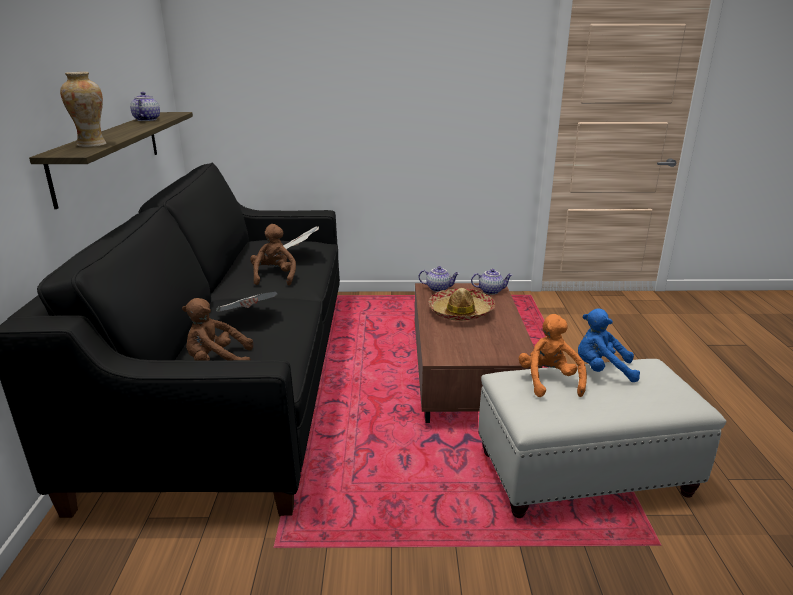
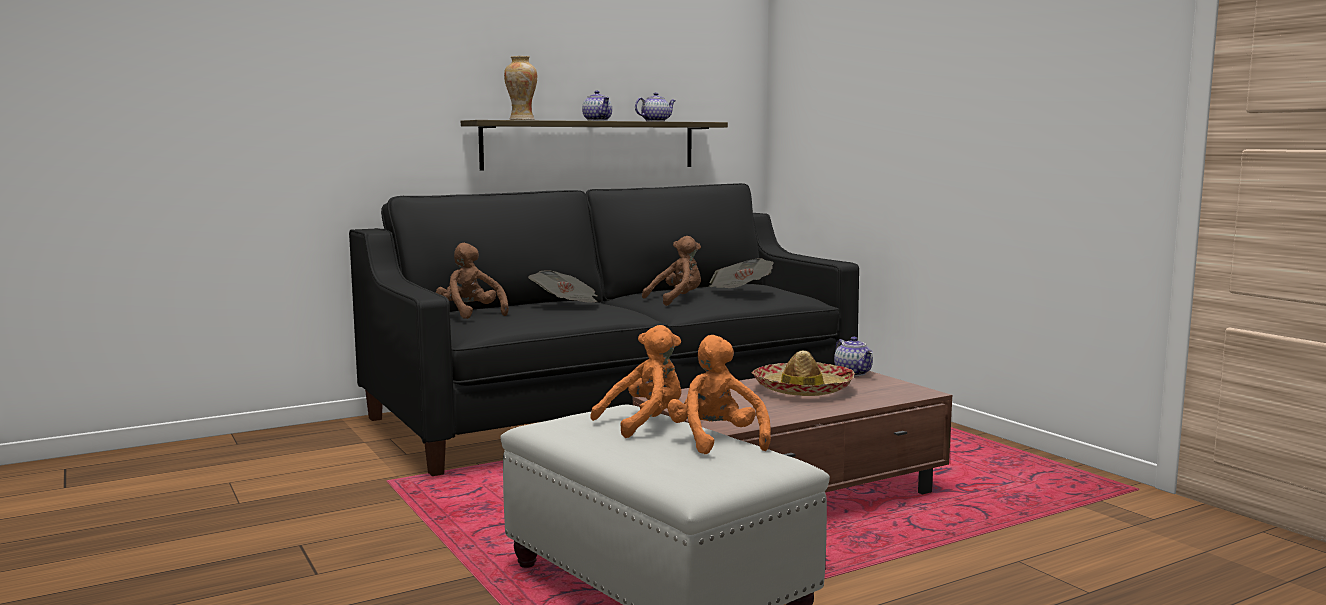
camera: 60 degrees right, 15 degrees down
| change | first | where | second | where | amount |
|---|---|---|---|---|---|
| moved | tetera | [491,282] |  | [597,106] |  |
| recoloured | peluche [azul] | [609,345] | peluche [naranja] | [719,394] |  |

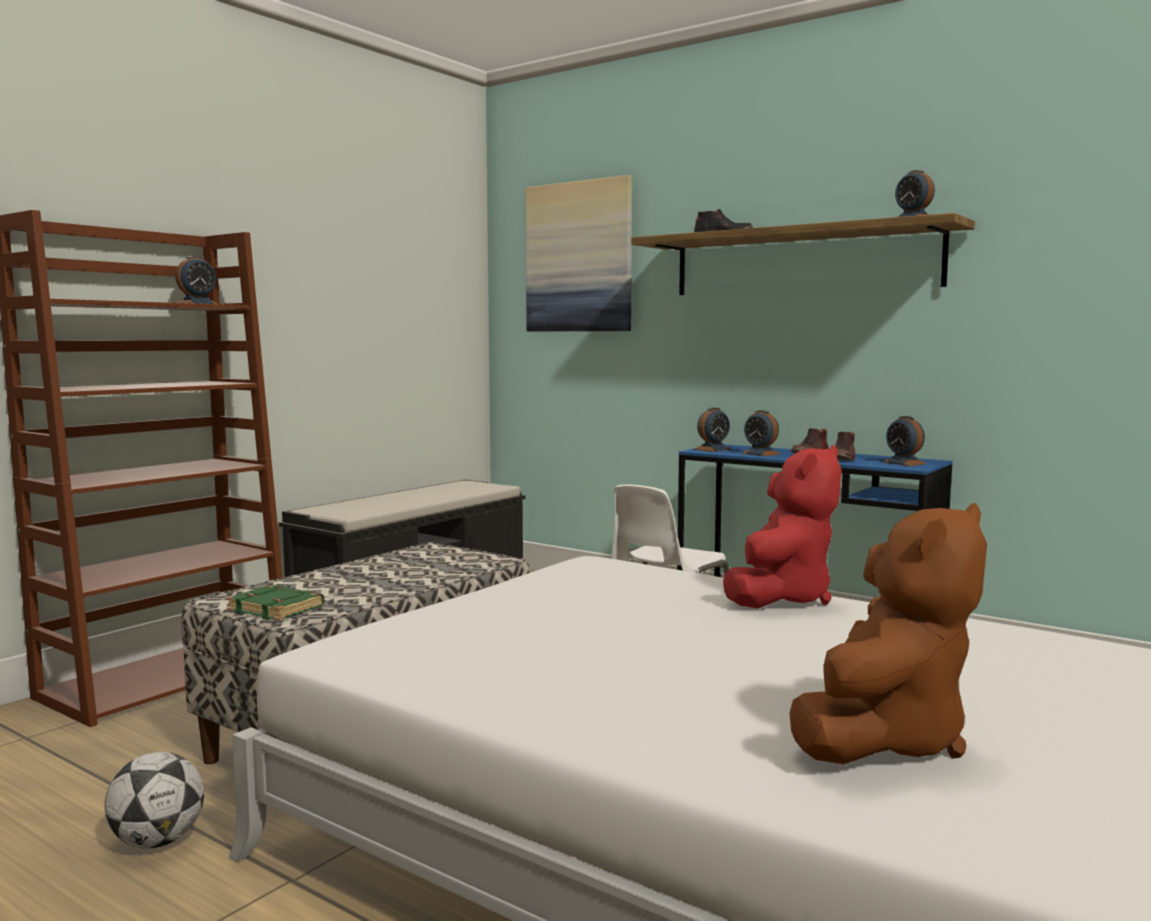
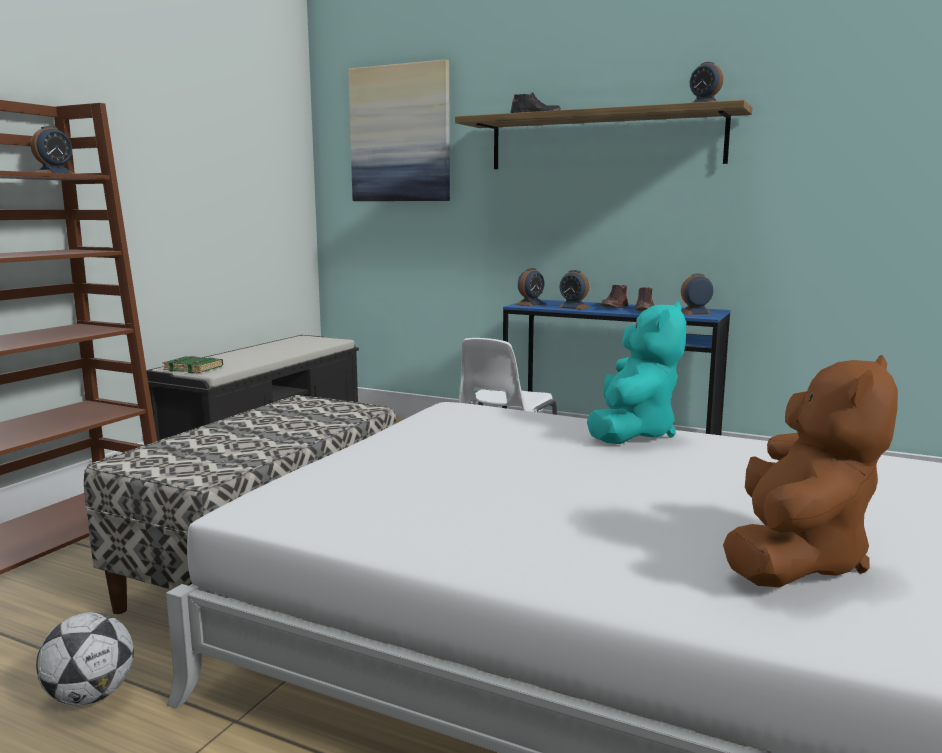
camera: 10 degrees left, 5 degrees up
| change | first | where | second | where | amount |
|---|---|---|---|---|---|
| turned | despertador | [904,441] |  | [697,294] | 120 degrees clockwise |
| recoloured | peluche [rojo] | [782,526] | peluche [turquesa] | [636,372] |  |
| moved | libro [verde] | [275,602] |  | [192,364] |  |

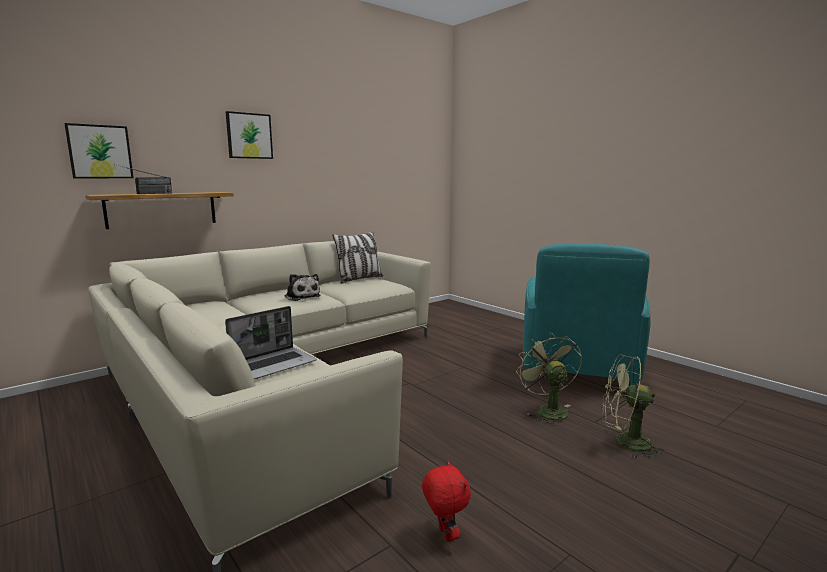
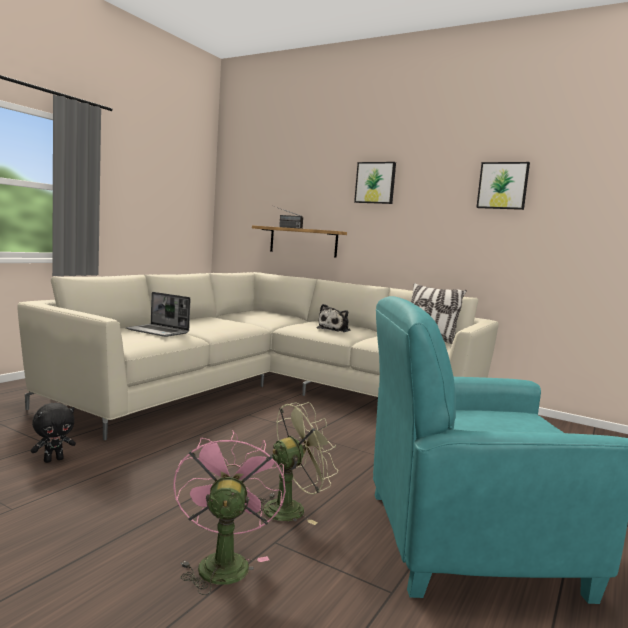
camera: 70 degrees right, 5 degrees down
| change | first | where | second | where | amount |
|---|---|---|---|---|---|
| moved | cuadro | [99,150] |  | [503,186] |  |
| recoloured | ventilador [verde] | [633,406] | ventilador [rosa] | [229,512] |  |
| recoloured | peluche [rojo] | [446,501] | peluche [negro] | [53,433] |  |

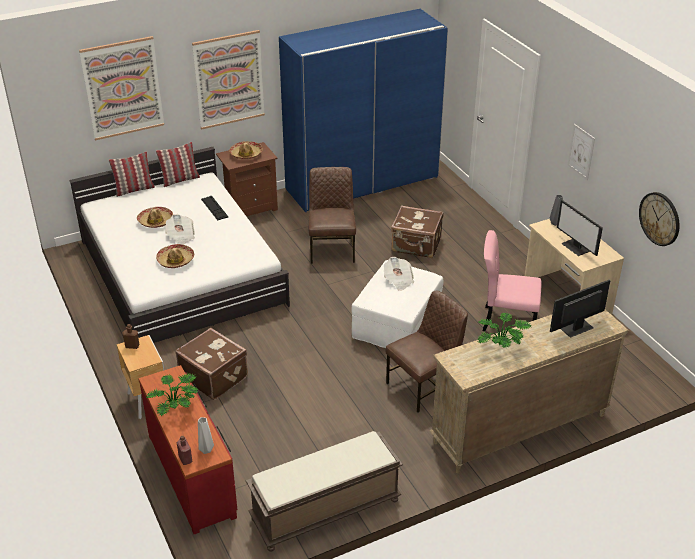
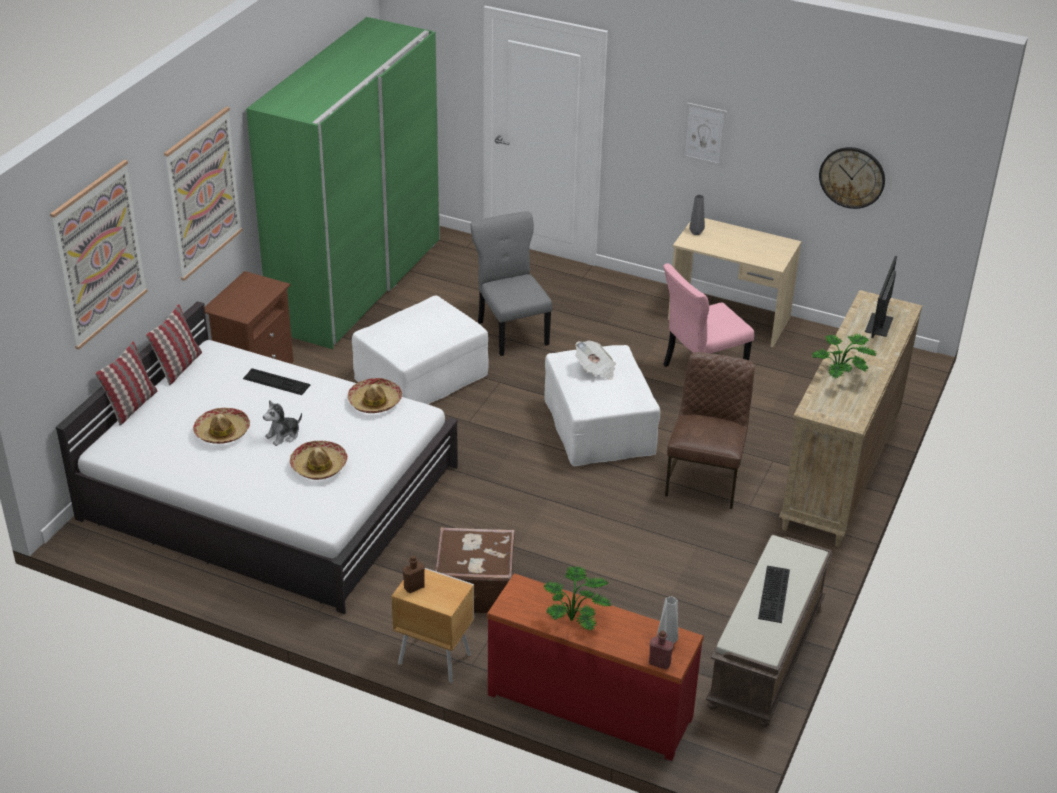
camera: 40 degrees left, 0 degrees up
| change | first | where | second | where | amount |
|---|---|---|---|---|---|
| recoloured | armario ropero [azul] | [363,110] | armario ropero [verde] | [343,183] |  |
| moved | sombrero | [246,150] |  | [375,395] |  |
| replaced | silla [marrón] | [332,215] | puf [blanco] | [420,350] |  |
| removed | monitor | [580,228] |  |  |  |
| replaced | maleta [marrón] | [417,231] | silla [gris] | [511,283] |  |
| replaced | periódico | [180,229] | peluche | [282,423] |  |
| added |  |  | teclado | [774,594] |  |

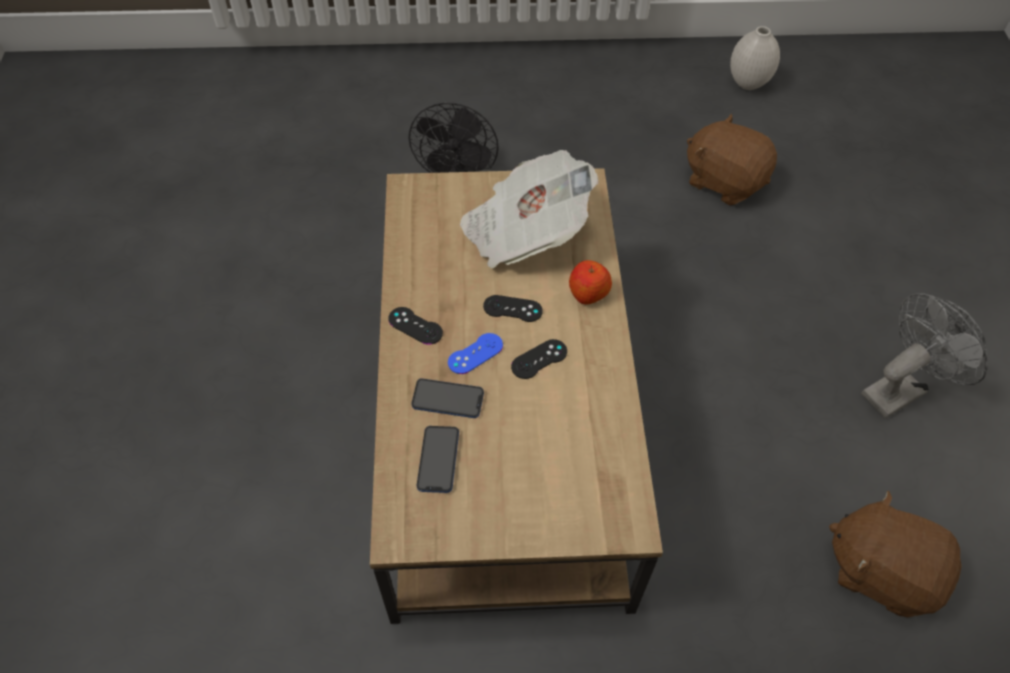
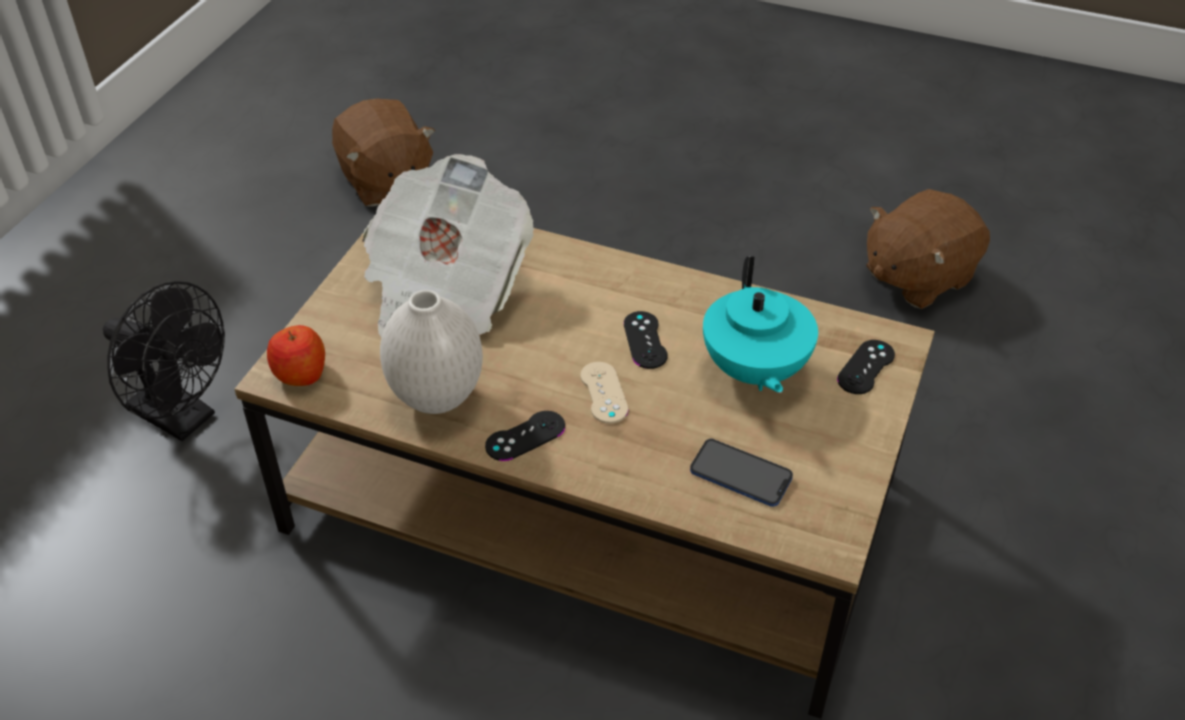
camera: 65 degrees left, 10 degrees down
| change | first | where | second | where | amount |
|---|---|---|---|---|---|
| moved | florero [blanco] | [755,58] |  | [431,352] |  |
| turned | peluche [marrón] | [732,159] |  | [383,153] | 90 degrees counterclockwise |
| moved | manzana | [590,282] |  | [296,355] |  |
| removed | ventilador [gris] | [924,355] |  |  |  |
| moved | mando de consola [negro] | [513,308] |  | [866,367] |  |
| recoloured | mando de consola [azul] | [475,353] | mando de consola [beis] | [604,393] |  |
| removed | móvil | [447,398] |  |  |  |
| added |  |  | tetera [turquesa] | [760,324] |  |

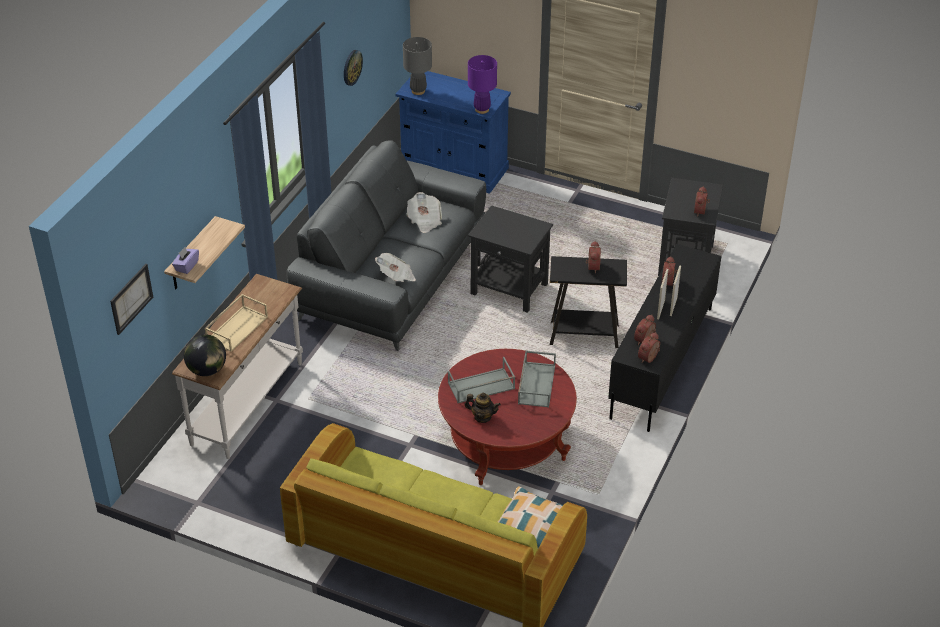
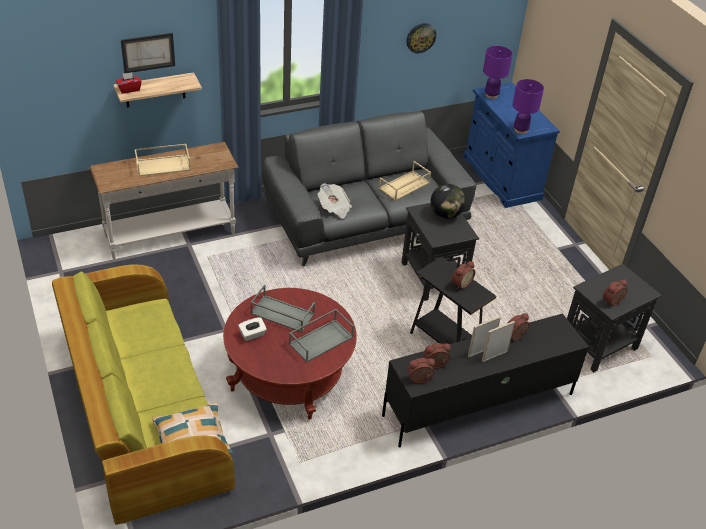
camera: 40 degrees right, 0 degrees up
| change | first | where | second | where | amount |
|---|---|---|---|---|---|
| recoloured | lámpara de mesa [gris] | [417,66] | lámpara de mesa [morado] | [498,72] |  |
| replaced | periódico | [424,212] | bandeja [beis] | [404,181] |  |
| recoloured | caja de pañuelos [morado] | [185,260] | caja de pañuelos [rojo] | [129,83] |  |
| moved | cuadro | [131,299] |  | [148,53] |  |
| moved | globo terráqueo | [205,355] |  | [448,201] |  |
| replaced | tetera | [483,408] | caja de pañuelos [blanco] | [252,329] |  |

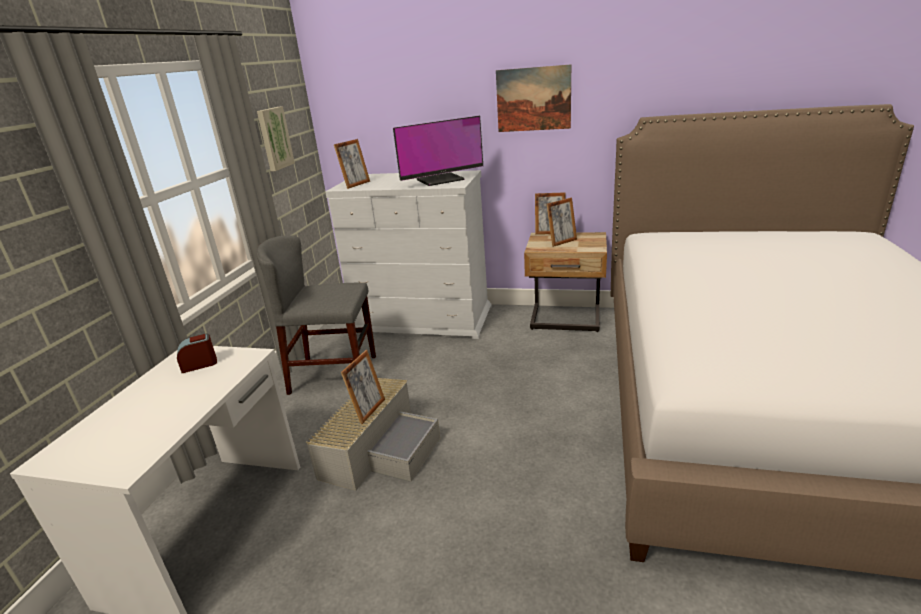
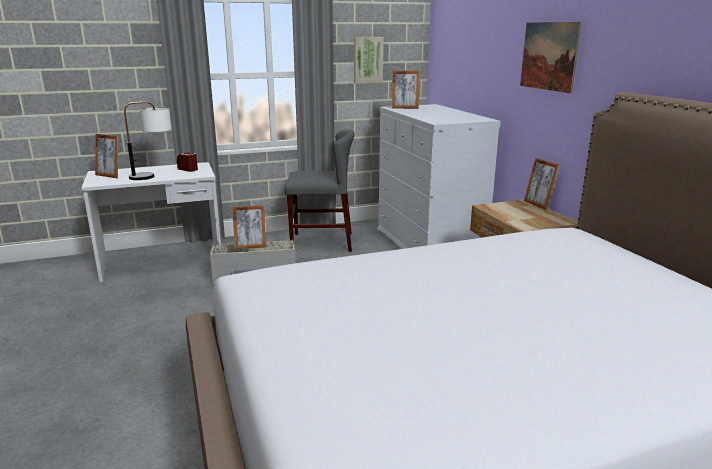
camera: 55 degrees right, 5 degrees down
| change | first | where | second | where | amount |
|---|---|---|---|---|---|
| removed | monitor | [438,151] |  |  |  |
| moved | portarretratos | [562,222] |  | [106,156] |  |
| turned | silla [gris] | [316,315] |  | [320,191] | 120 degrees clockwise |
| added |  |  | lámpara de mesa | [148,140] |  |

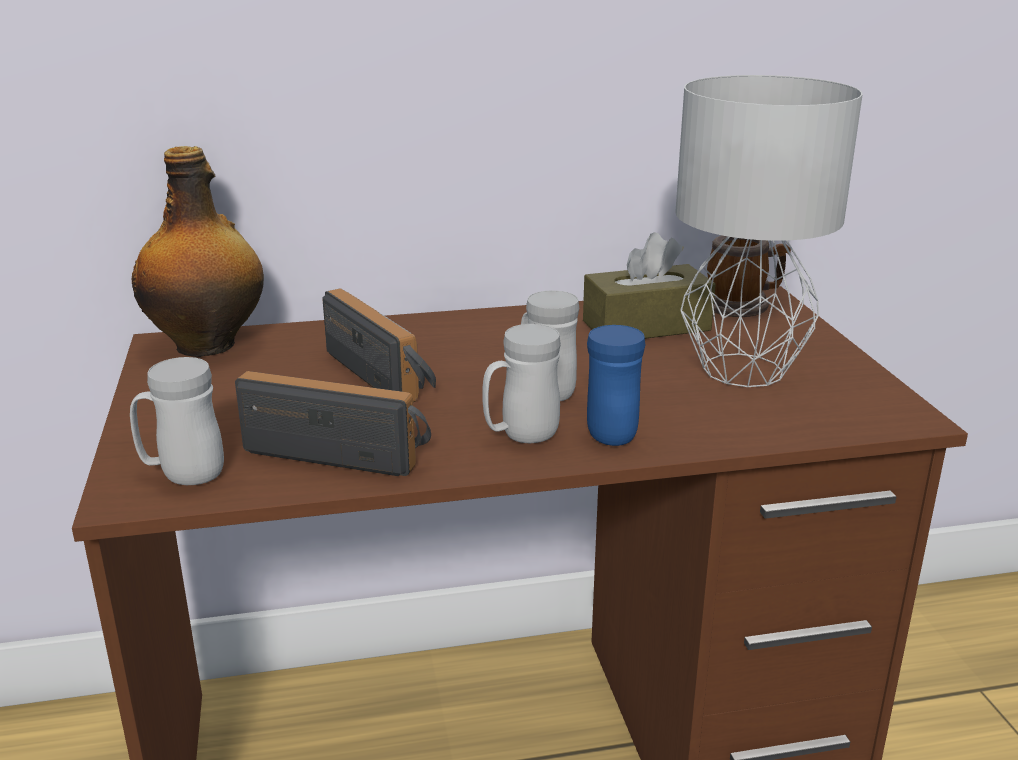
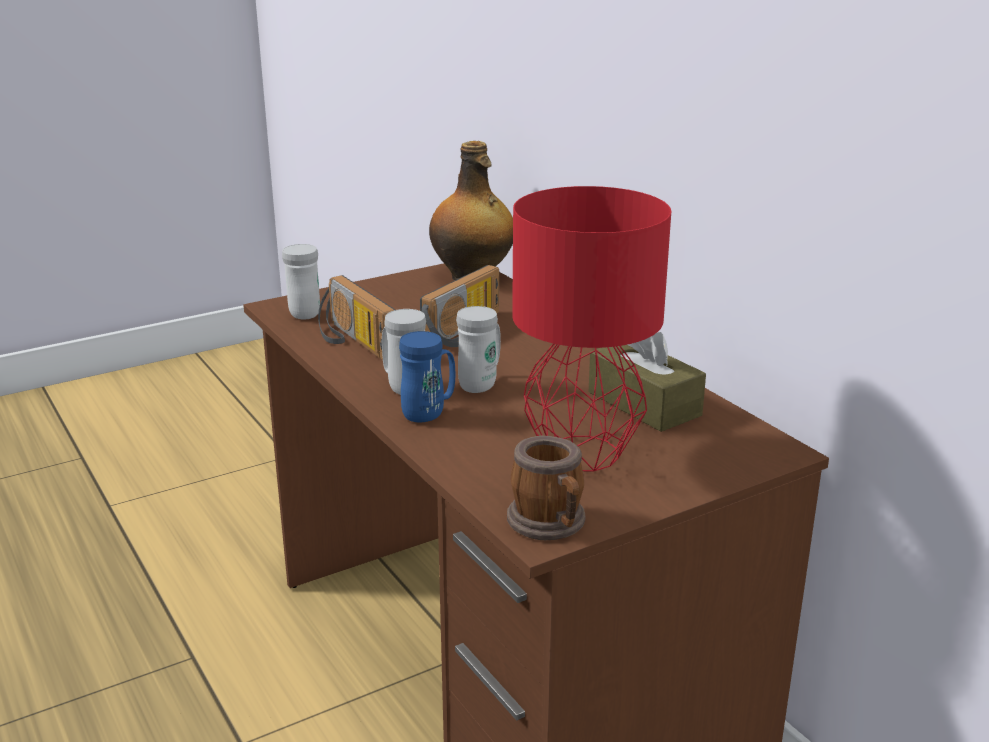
camera: 70 degrees right, 0 degrees up
| change | first | where | second | where | amount |
|---|---|---|---|---|---|
| recoloured | lámpara de mesa [gris] | [769,231] | lámpara de mesa [rojo] | [591,328] |  |
| moved | taza grande | [749,276] |  | [546,488] |  |
| turned | radio | [333,423] |  | [356,317] | 150 degrees clockwise |

